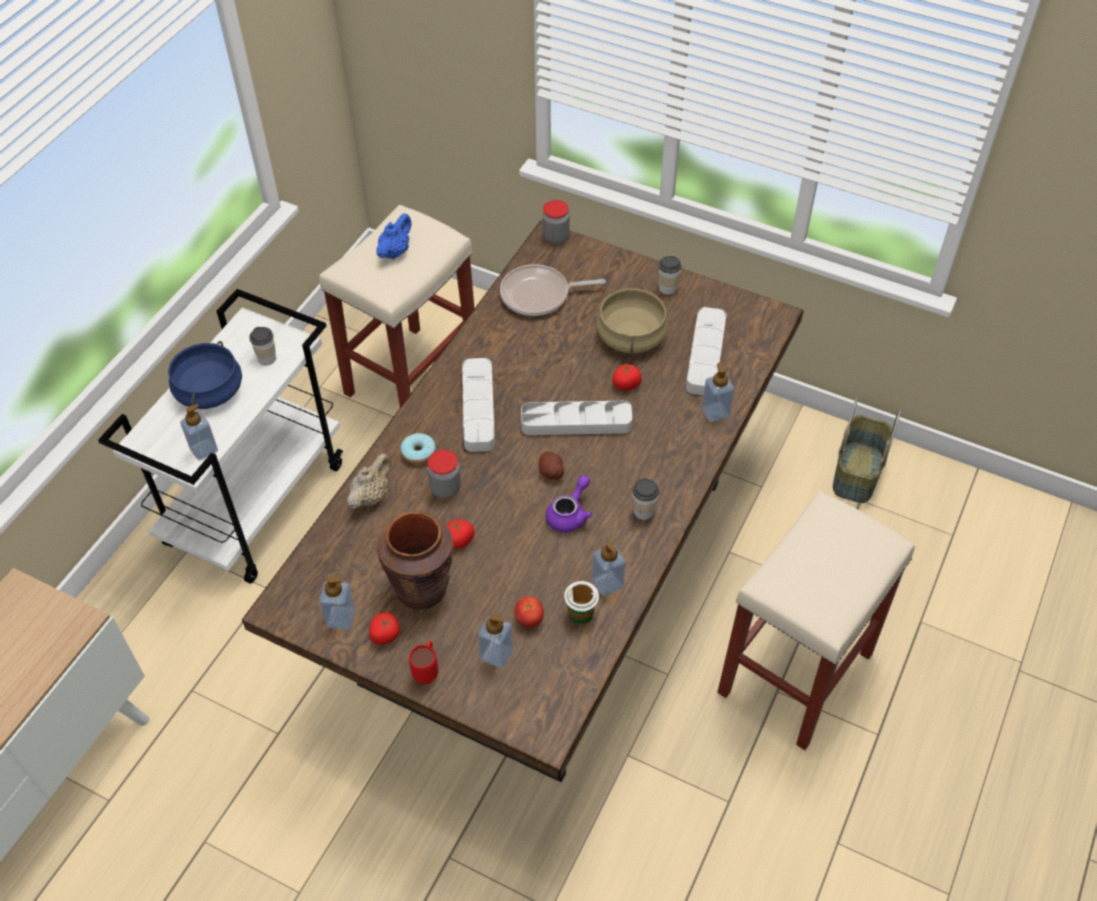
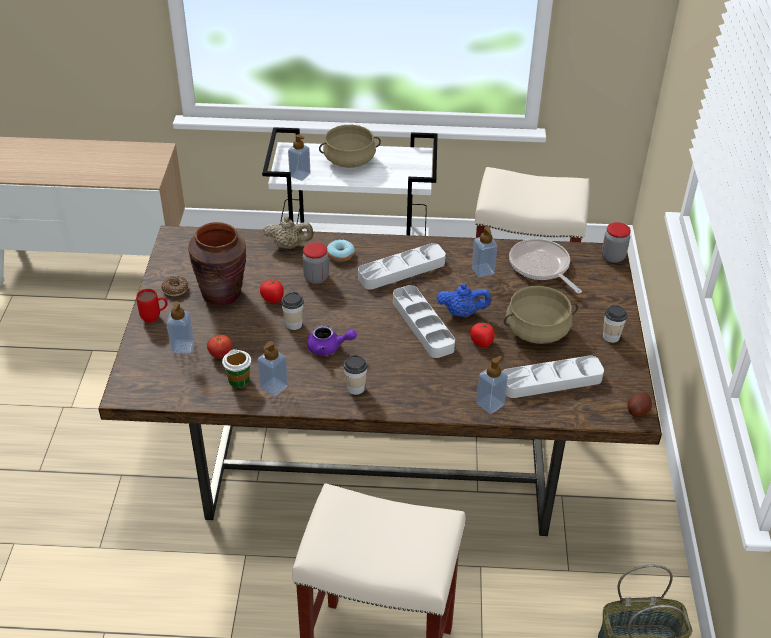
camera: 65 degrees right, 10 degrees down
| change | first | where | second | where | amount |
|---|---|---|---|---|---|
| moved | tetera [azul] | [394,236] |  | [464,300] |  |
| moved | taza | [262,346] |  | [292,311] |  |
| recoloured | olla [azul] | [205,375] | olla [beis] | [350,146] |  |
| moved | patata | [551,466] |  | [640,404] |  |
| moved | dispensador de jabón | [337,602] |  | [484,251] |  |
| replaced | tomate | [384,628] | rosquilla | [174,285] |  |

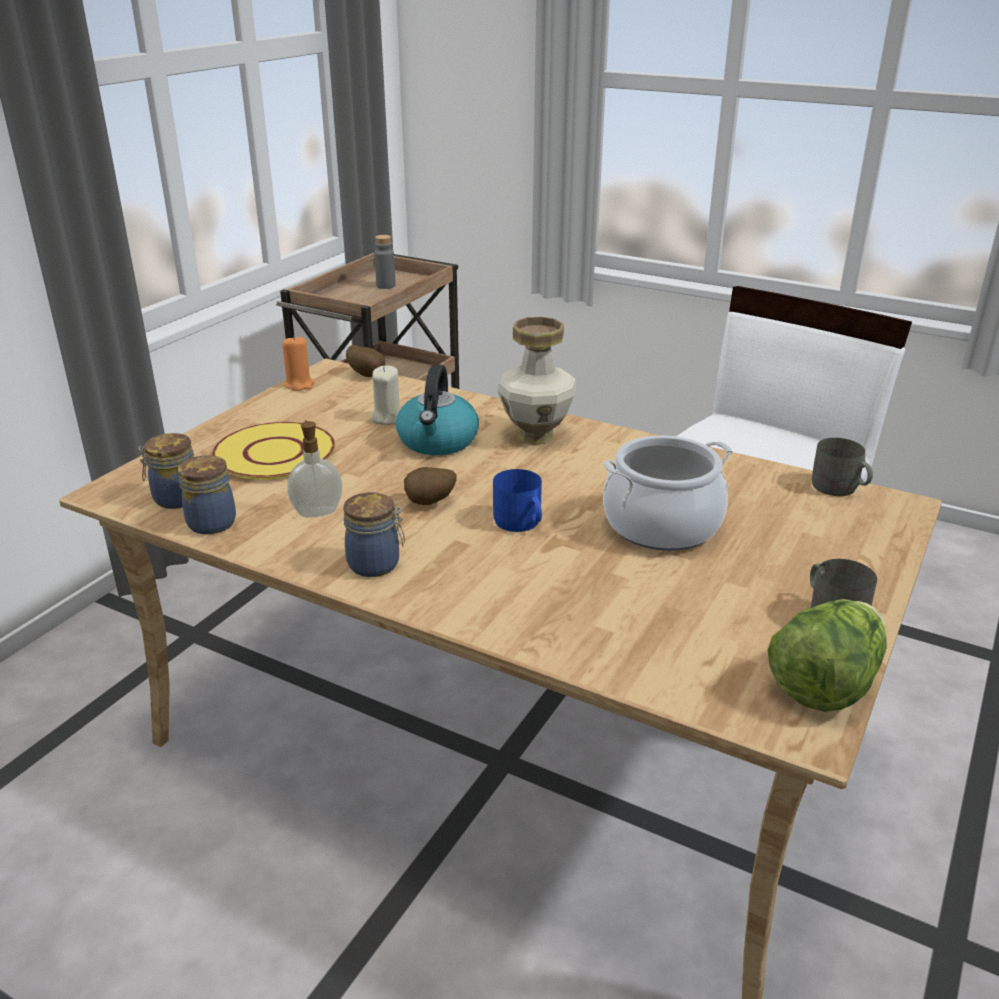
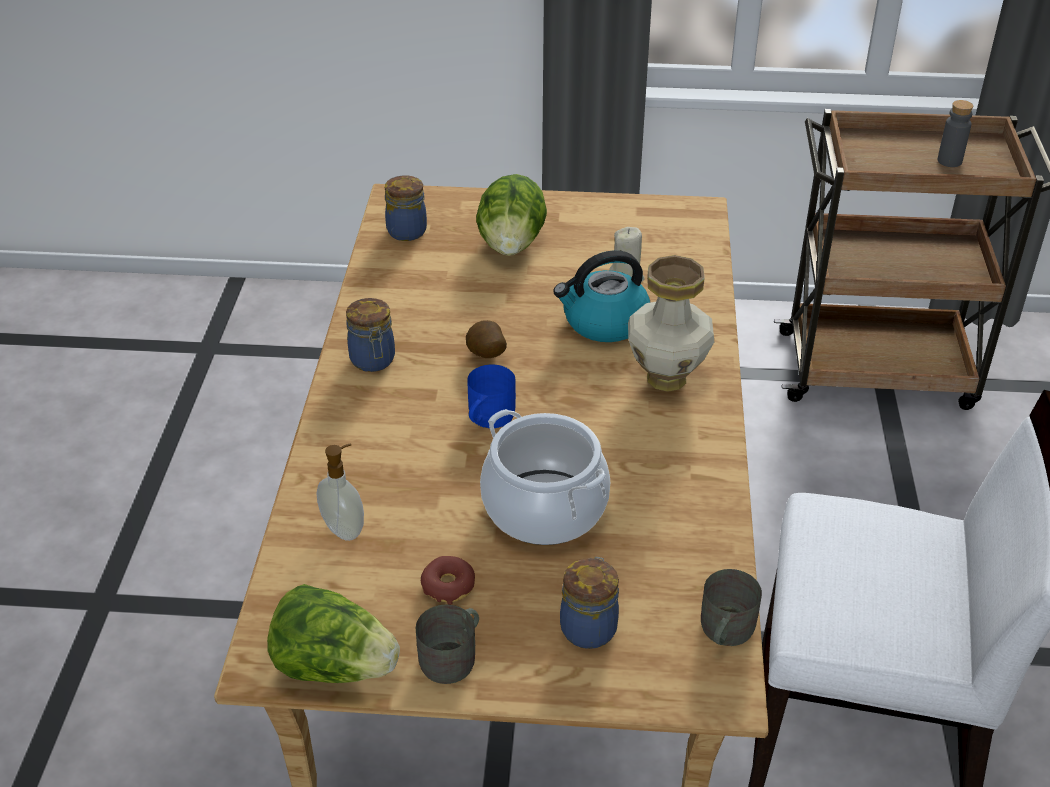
camera: 65 degrees right, 10 degrees up
| change | first | where | second | where | amount |
|---|---|---|---|---|---|
| removed | vela [naranja] | [298,363] |  |  |  |
| removed | patata | [365,361] |  |  |  |
| moved | dispensador de jabón | [314,469] |  | [340,492] |  |
| replaced | plato [amarillo] | [273,451] | lechuga | [511,215] |  |
| moved | tarro | [207,494] |  | [589,603] |  |
| added |  |  | rosquilla | [448,580] |  |

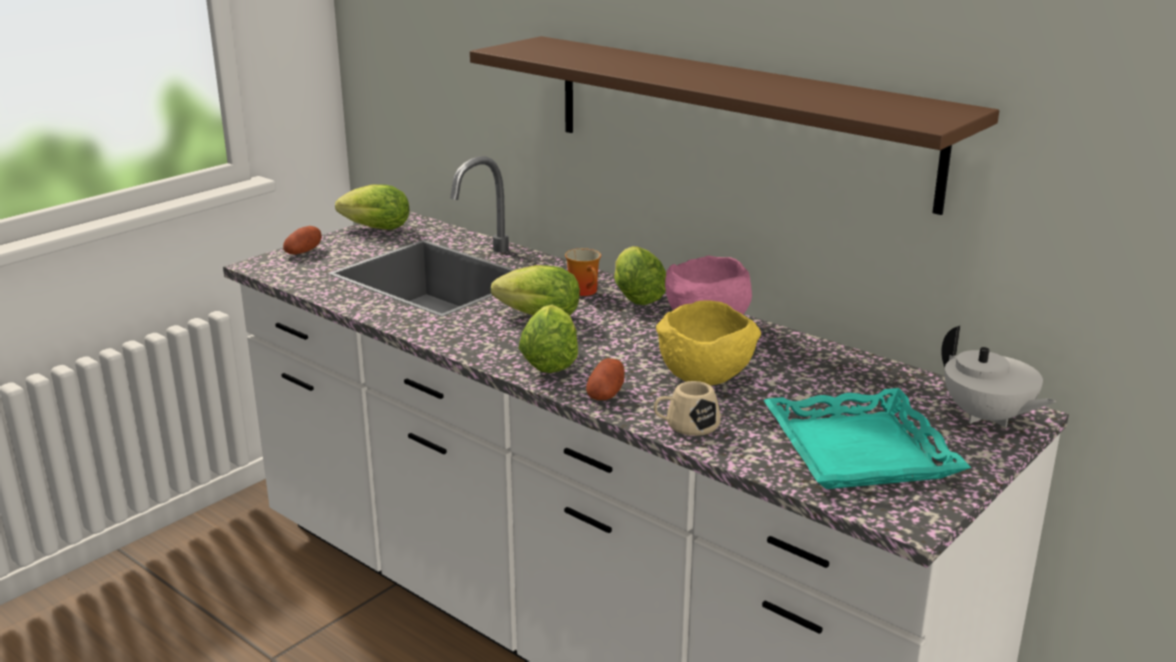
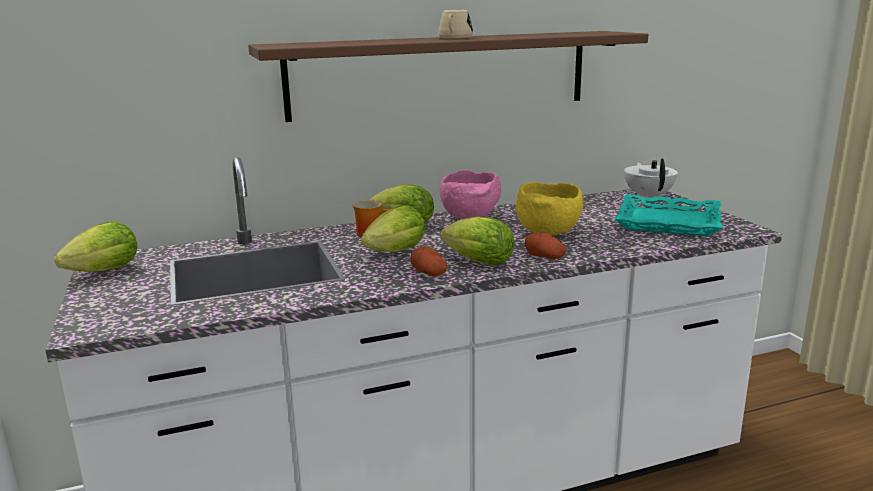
camera: 60 degrees left, 5 degrees down
| change | first | where | second | where | amount |
|---|---|---|---|---|---|
| moved | patata | [302,240] |  | [429,261] |  |
| turned | tetera [blanco] | [998,376] |  | [651,178] | 90 degrees counterclockwise |
| moved | taza grande [beis] | [687,408] |  | [456,24] |  |

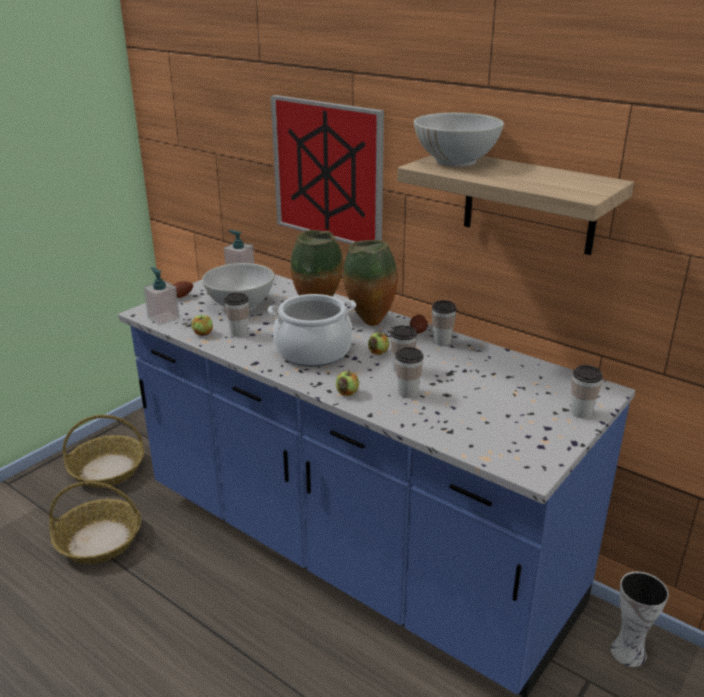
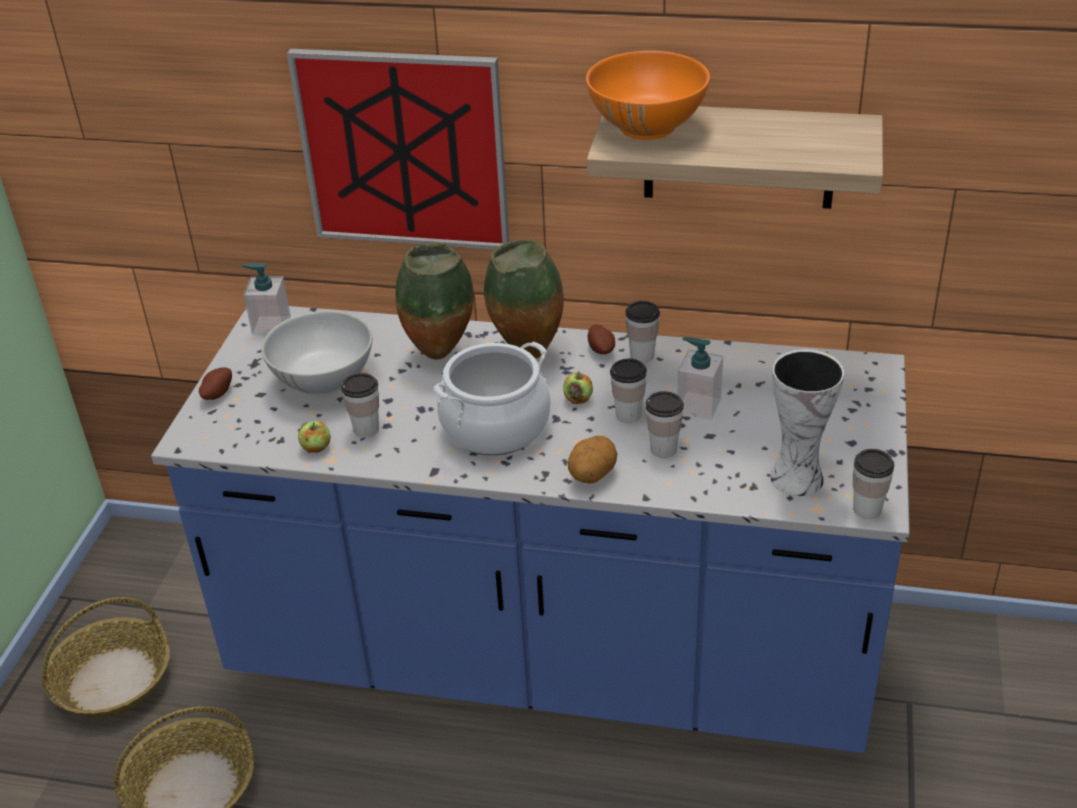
camera: 25 degrees left, 10 degrees up
| change | first | where | second | where | amount |
|---|---|---|---|---|---|
| recoloured | cuenco [blanco] | [459,140] | cuenco [naranja] | [648,95] |  |
| moved | dispensador de jabón | [161,296] |  | [700,378] |  |
| moved | taza | [587,392] |  | [873,484] |  |
| replaced | manzana | [347,383] | patata | [592,460] |  |
| moved | florero | [640,619] |  | [807,422] |  |

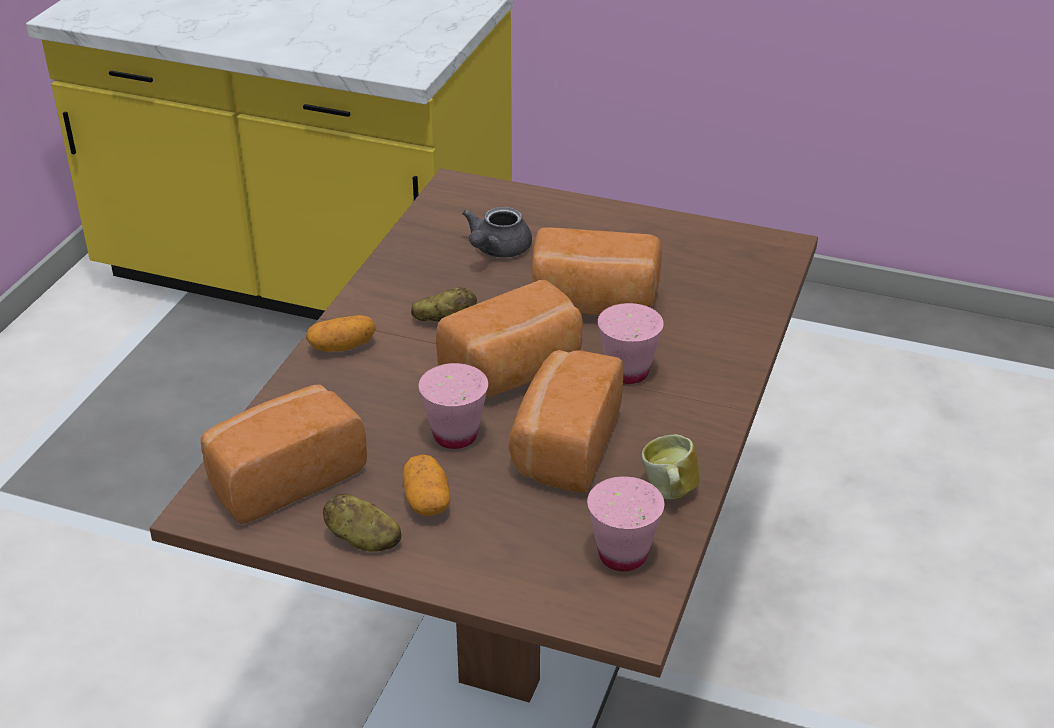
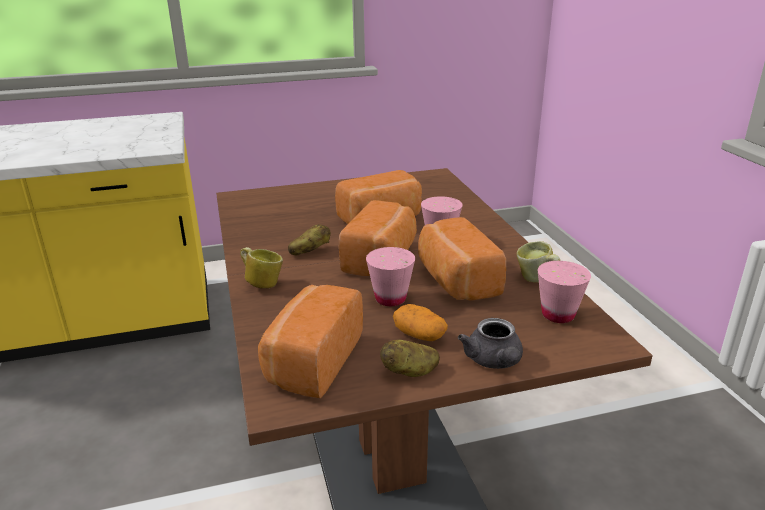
camera: 35 degrees left, 10 degrees down
| change | first | where | second | where | amount |
|---|---|---|---|---|---|
| moved | tetera [gris] | [497,232] |  | [490,343] |  |
| replaced | patata | [341,333] | taza grande | [261,268] |  |

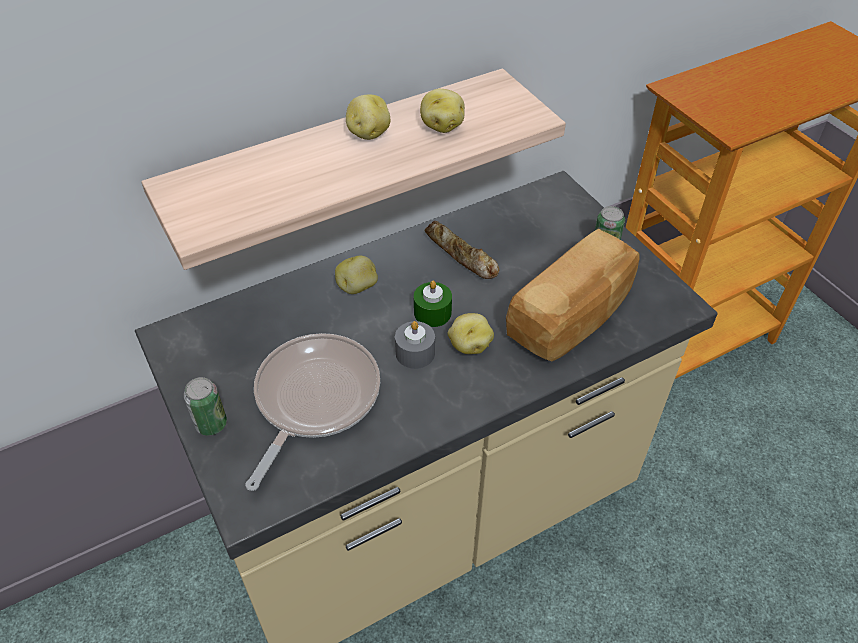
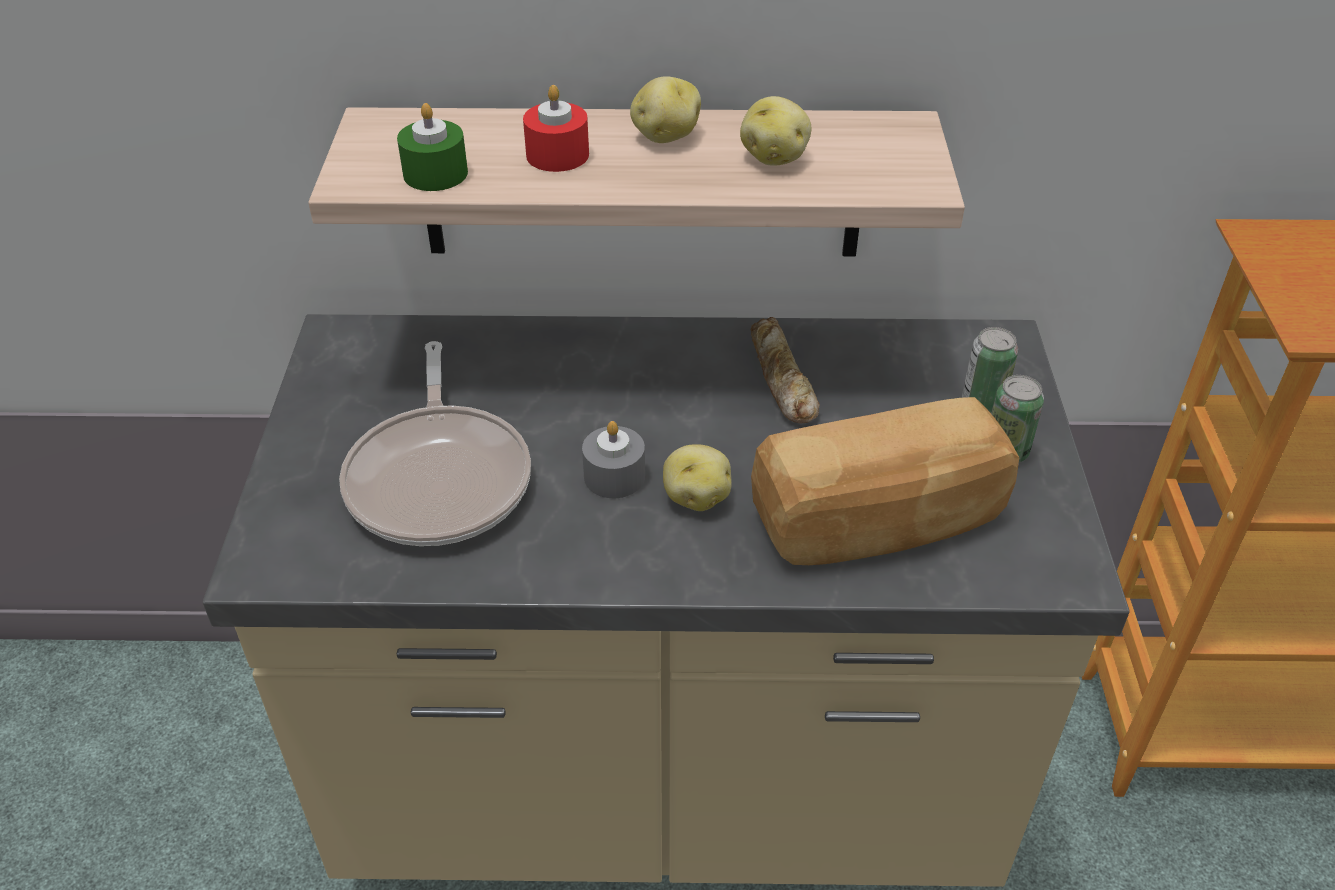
camera: 30 degrees right, 5 degrees down
| change | first | where | second | where | amount |
|---|---|---|---|---|---|
| removed | patata | [356,274] |  |  |  |
| moved | vela [verde] | [433,304] |  | [432,147] |  |
| turned | sartén | [312,412] |  | [435,443] | 120 degrees clockwise |
| moved | lata | [205,406] |  | [990,370] |  |
| added |  |  | vela [rojo] | [556,128] |  |

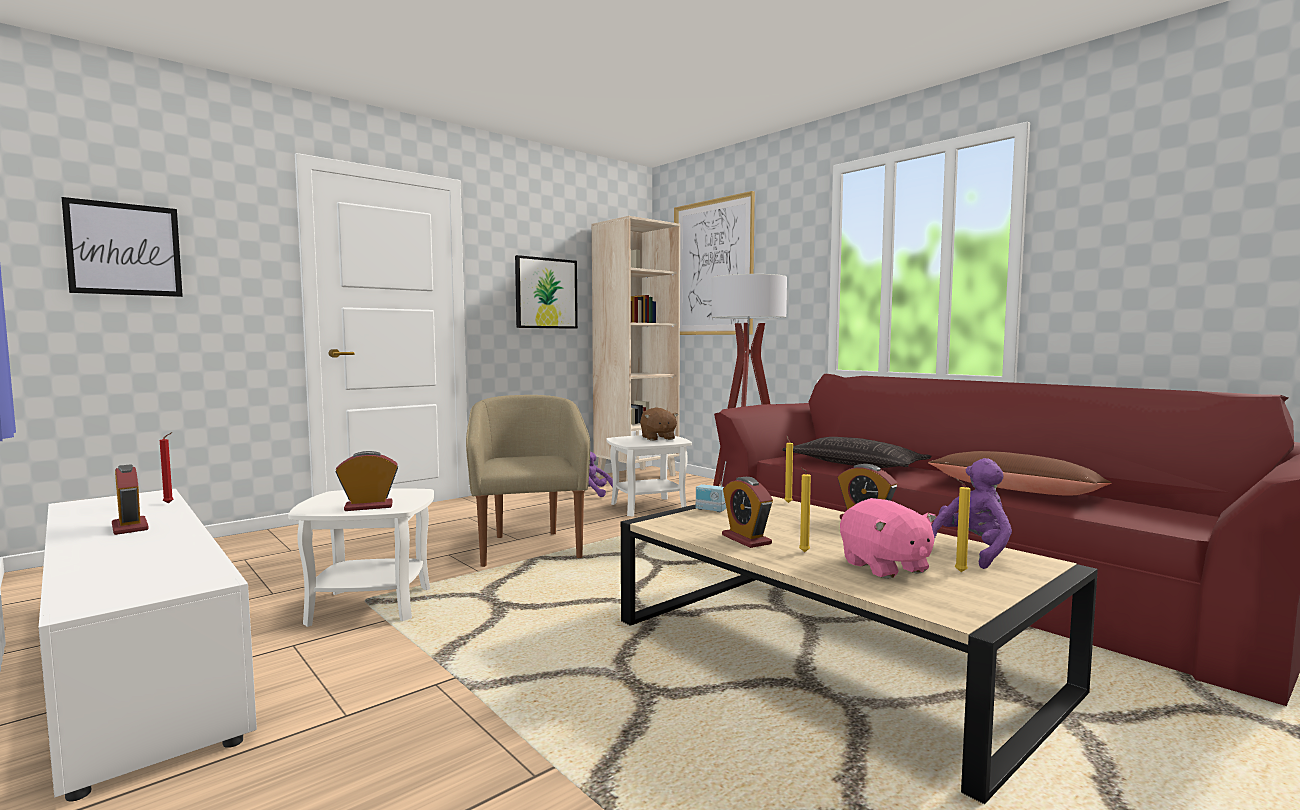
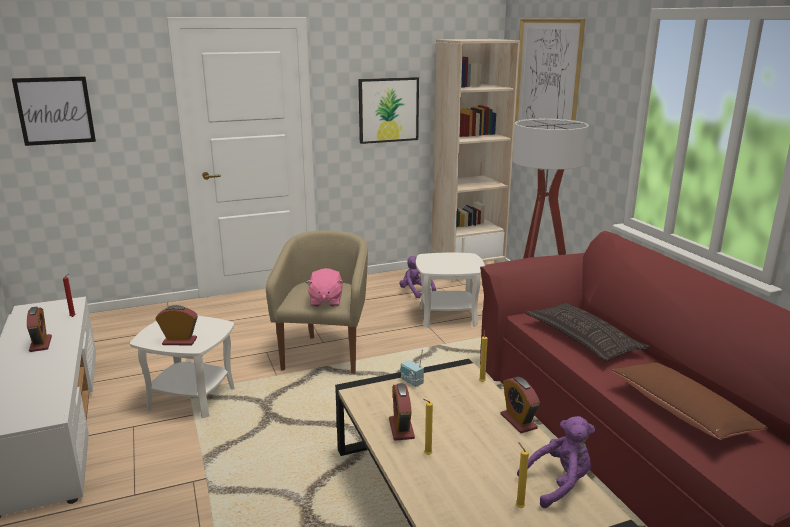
camera: 20 degrees right, 15 degrees up
| change | first | where | second | where | amount |
|---|---|---|---|---|---|
| removed | peluche [marrón] | [659,424] |  |  |  |
| moved | peluche [rosa] | [888,538] |  | [324,287] |  |

